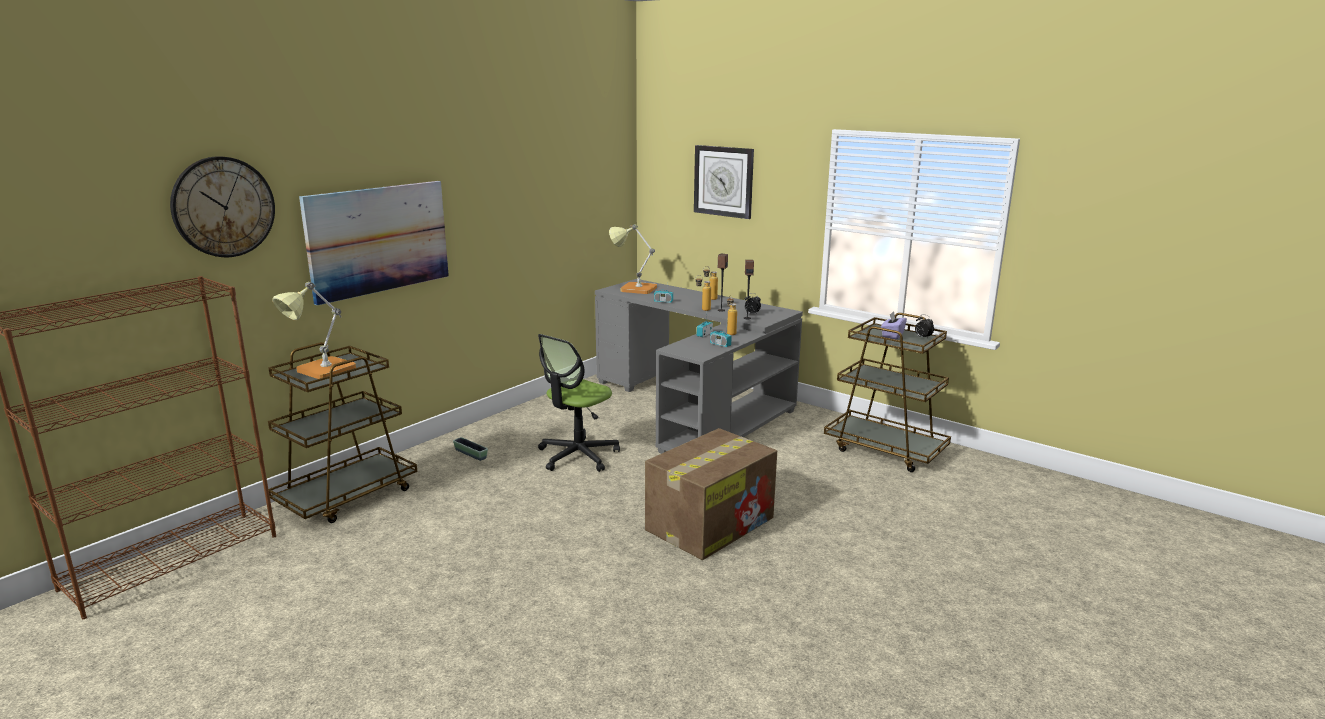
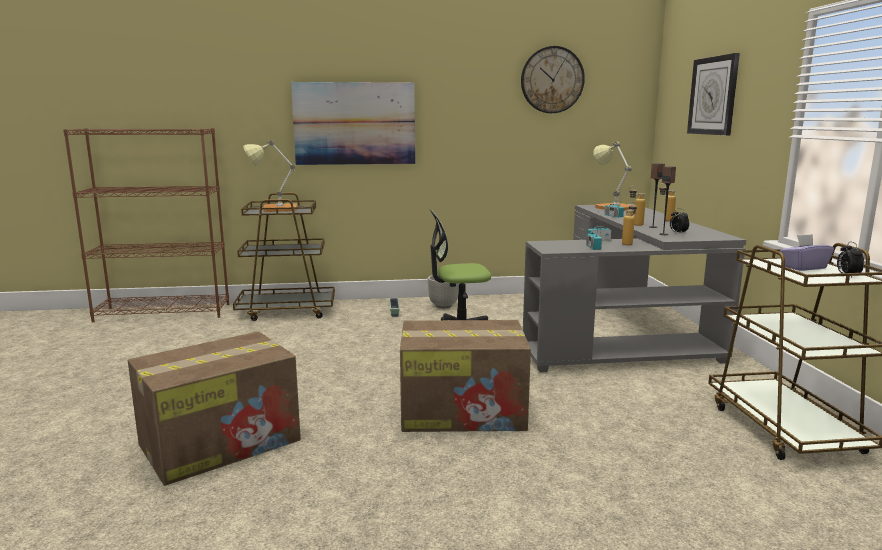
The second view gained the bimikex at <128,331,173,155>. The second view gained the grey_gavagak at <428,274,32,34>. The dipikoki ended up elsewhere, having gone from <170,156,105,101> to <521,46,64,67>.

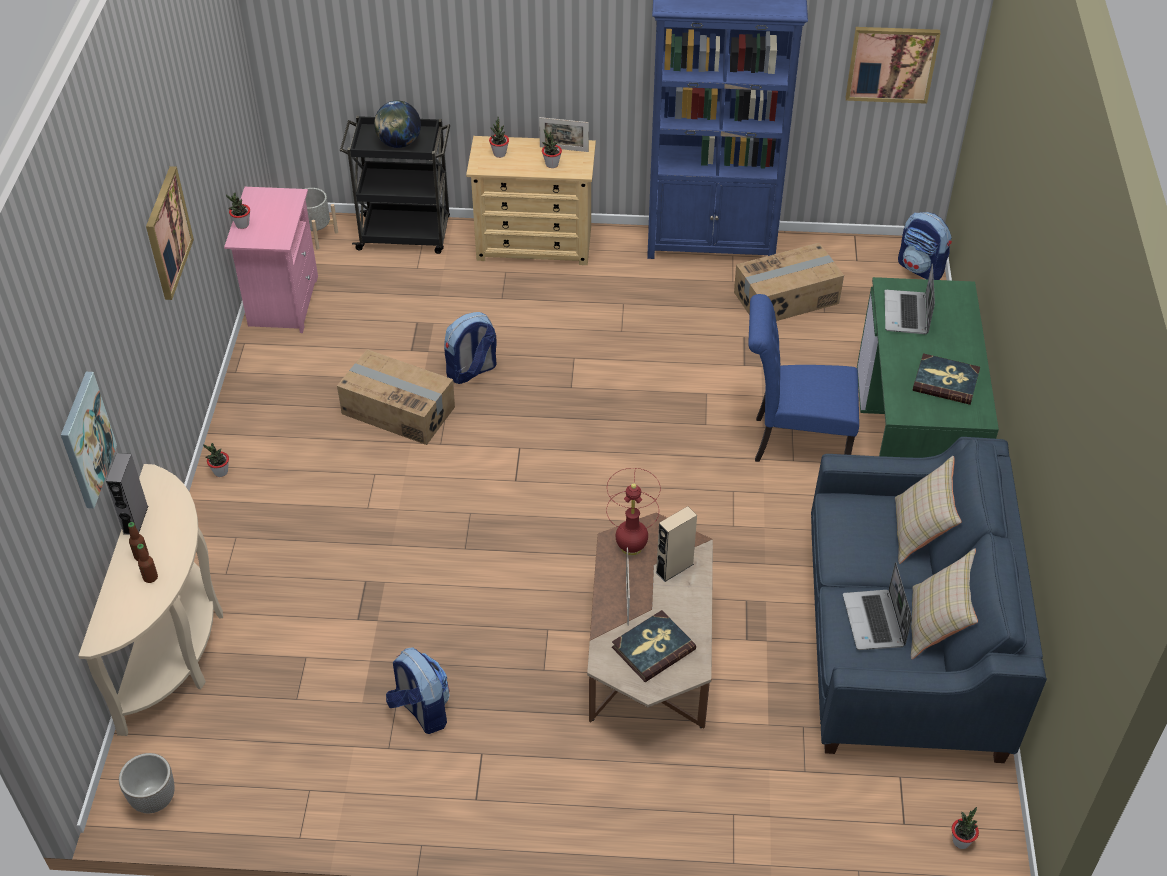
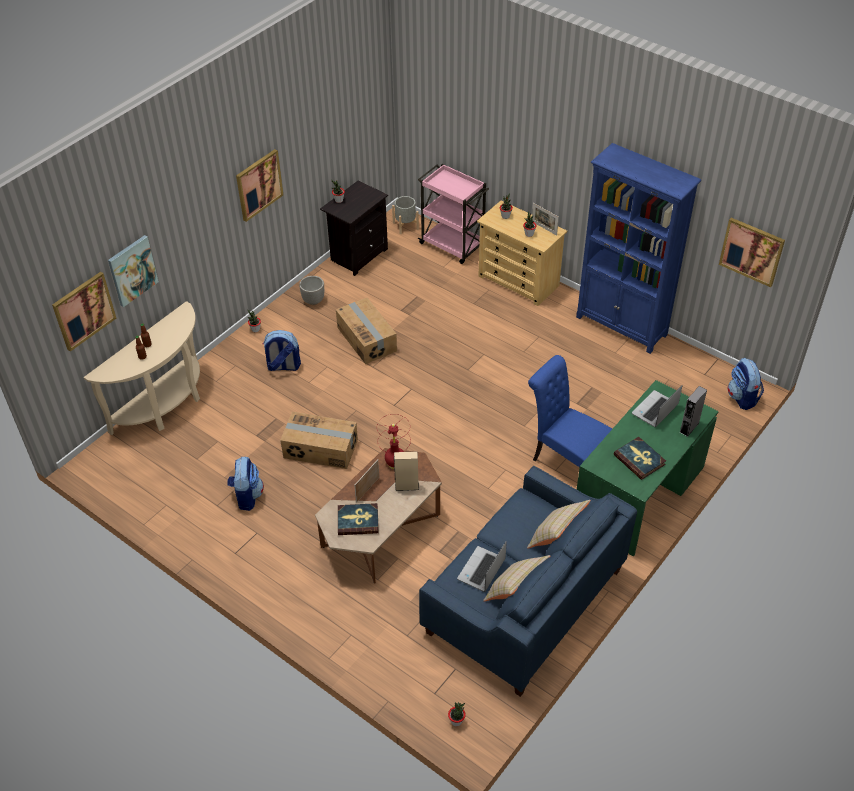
The second view lost the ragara at <374,101,47,47>. The second view gained the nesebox at <52,272,64,80>. The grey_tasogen ended up elsewhere, having gone from <106,453,42,82> to <679,386,28,51>. The gavagak ended up elsewhere, having gone from <119,753,56,60> to <299,276,25,29>. The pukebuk ended up elsewhere, having gone from <444,312,53,72> to <262,330,39,41>. The bimikex ended up elsewhere, having gone from <734,243,110,78> to <280,412,78,57>. What was the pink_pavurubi at <224,187,94,146> turned into the black_pavurubi at <320,181,68,95>. What was the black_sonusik at <340,116,110,138> turned into the pink_sonusik at <418,164,71,100>.

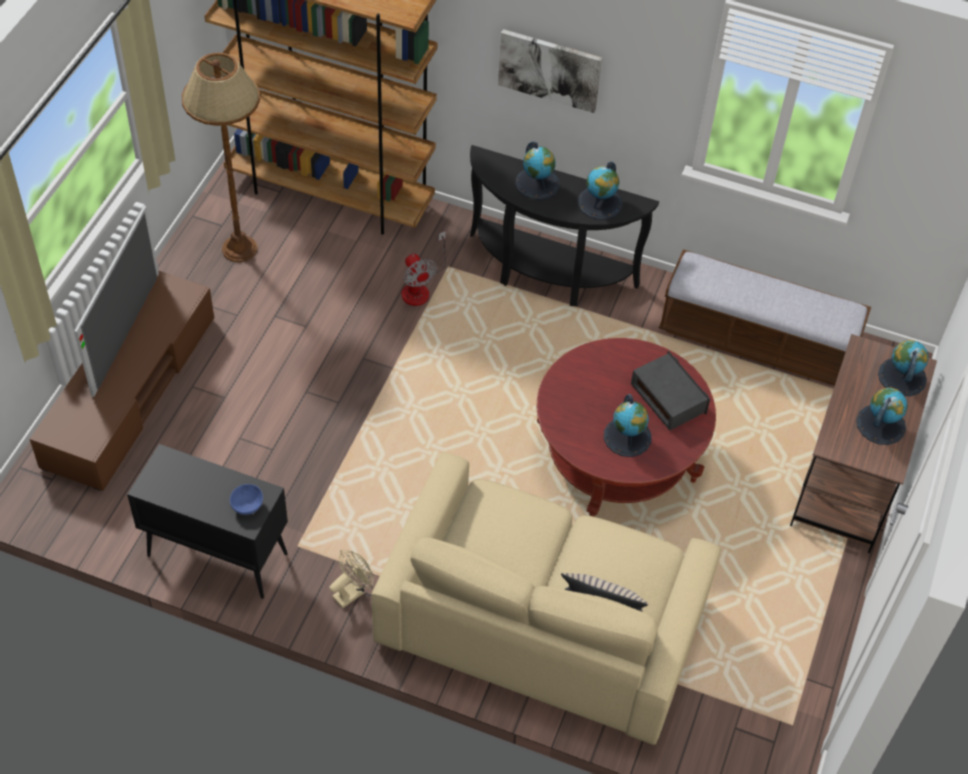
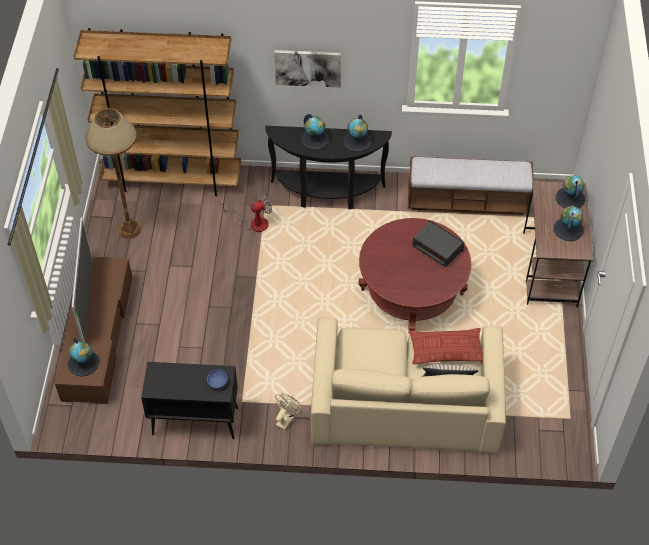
The second view gained the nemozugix at <408,328,75,36>. The ragara ended up elsewhere, having gone from <604,394,47,63> to <68,337,31,40>. The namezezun at <401,231,45,75> ended up facing another way, 75 degrees counterclockwise from before.

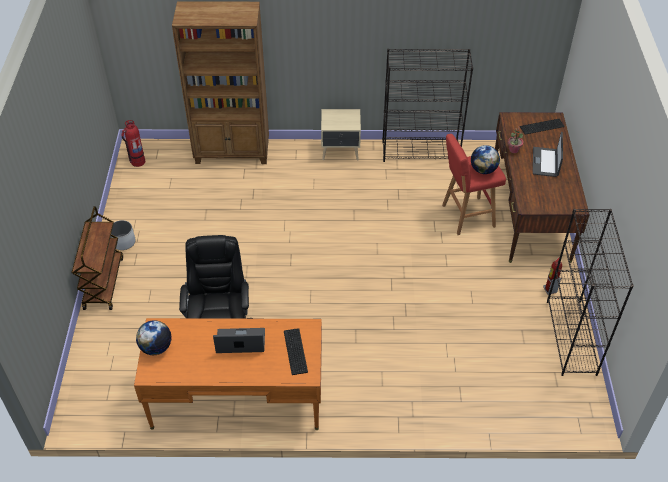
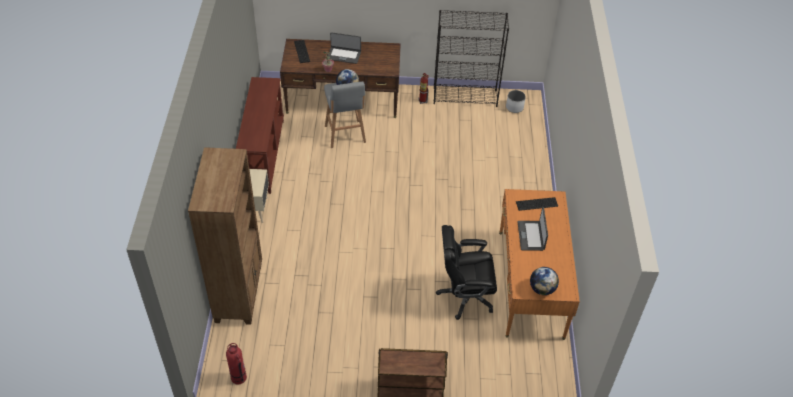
The white_gavagak ended up elsewhere, having gone from <111,220,24,30> to <506,90,20,23>. Where the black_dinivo stood at <382,49,91,113>, the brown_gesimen came to stand at <236,77,48,117>. What was the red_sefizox at <442,134,64,101> turned into the grey_sefizox at <324,82,42,66>.

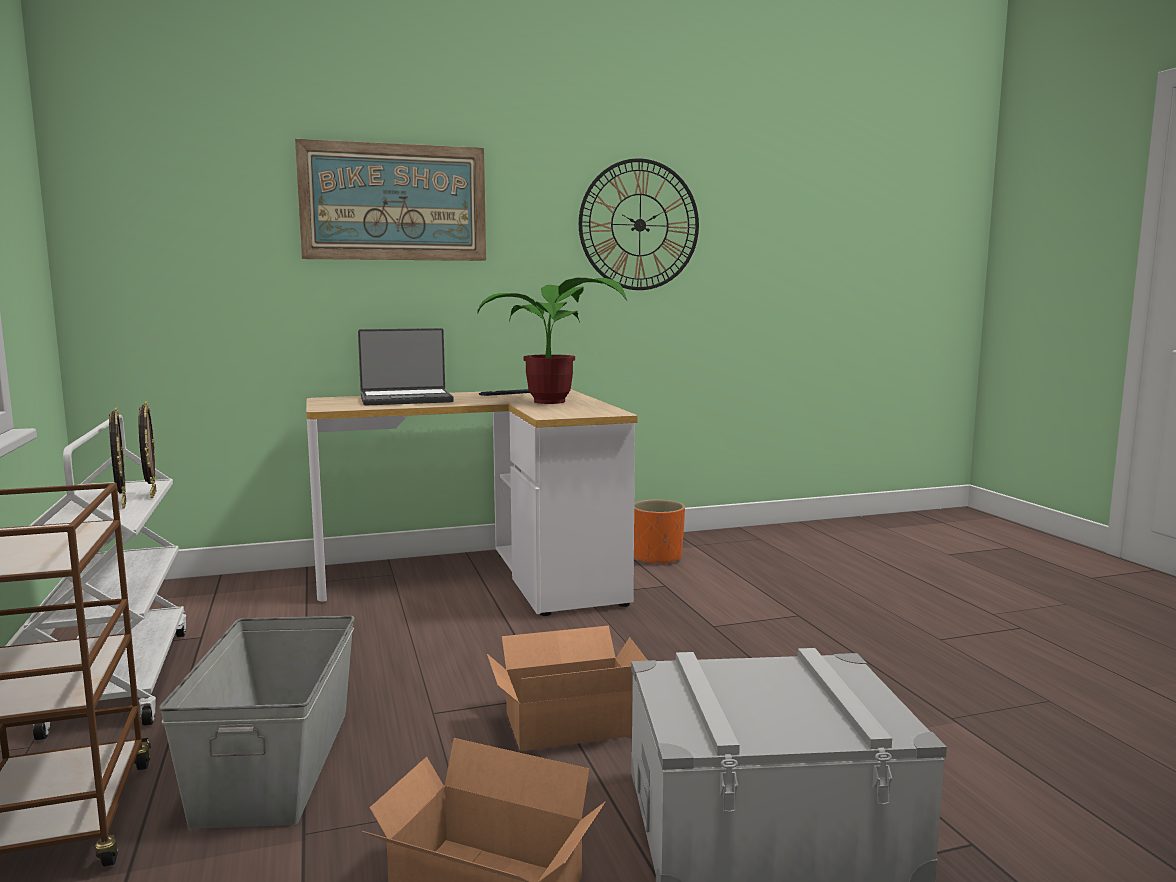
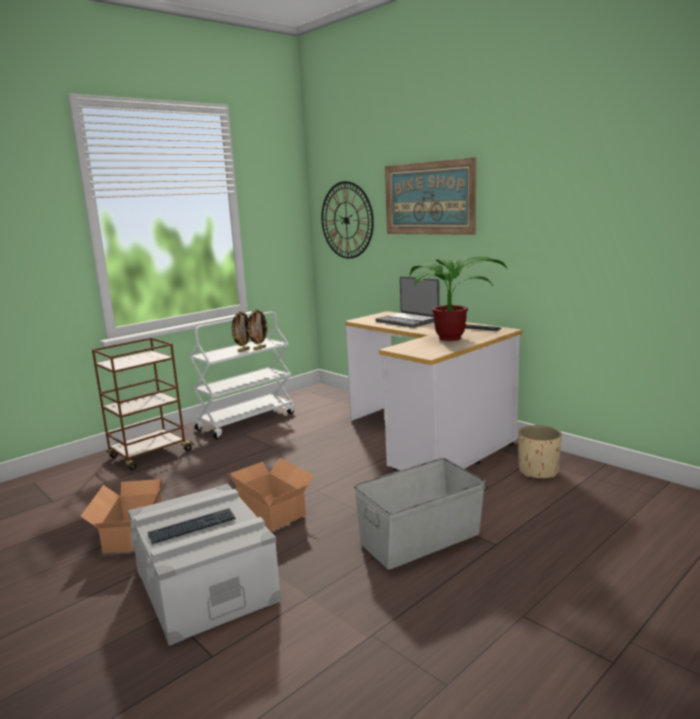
The second view gained the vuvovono at <148,508,88,36>. The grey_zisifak ended up elsewhere, having gone from <159,616,196,213> to <354,458,131,112>. The dipikoki ended up elsewhere, having gone from <579,158,120,132> to <321,181,53,78>. What was the orange_gavagak at <634,499,51,67> turned into the beige_gavagak at <518,425,44,53>.

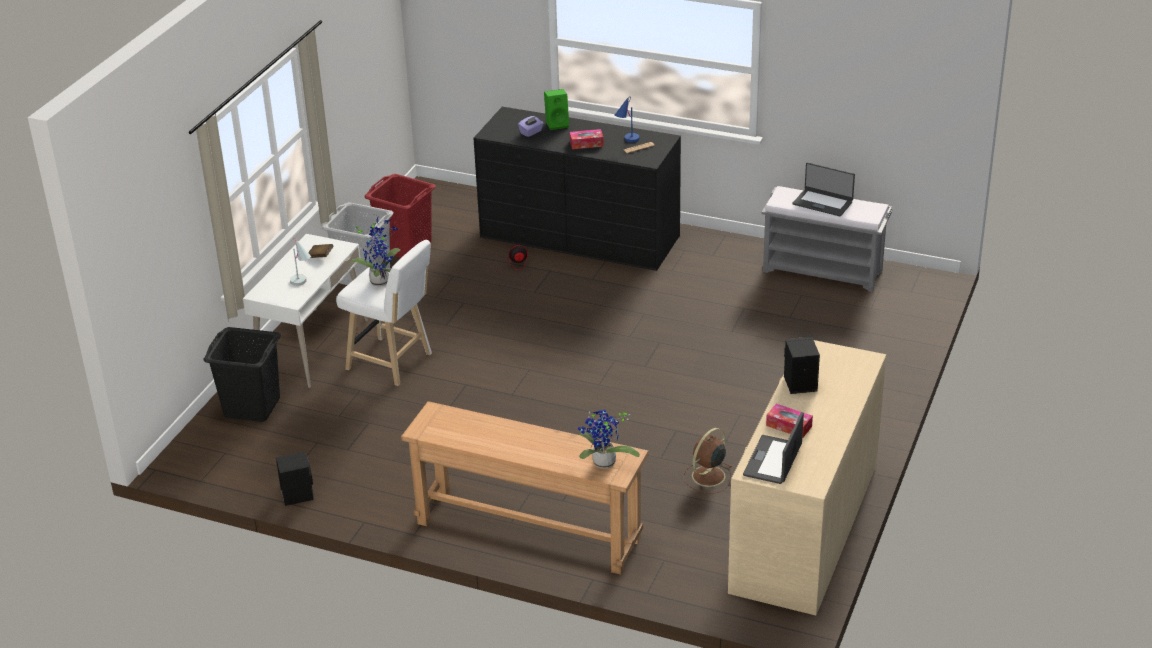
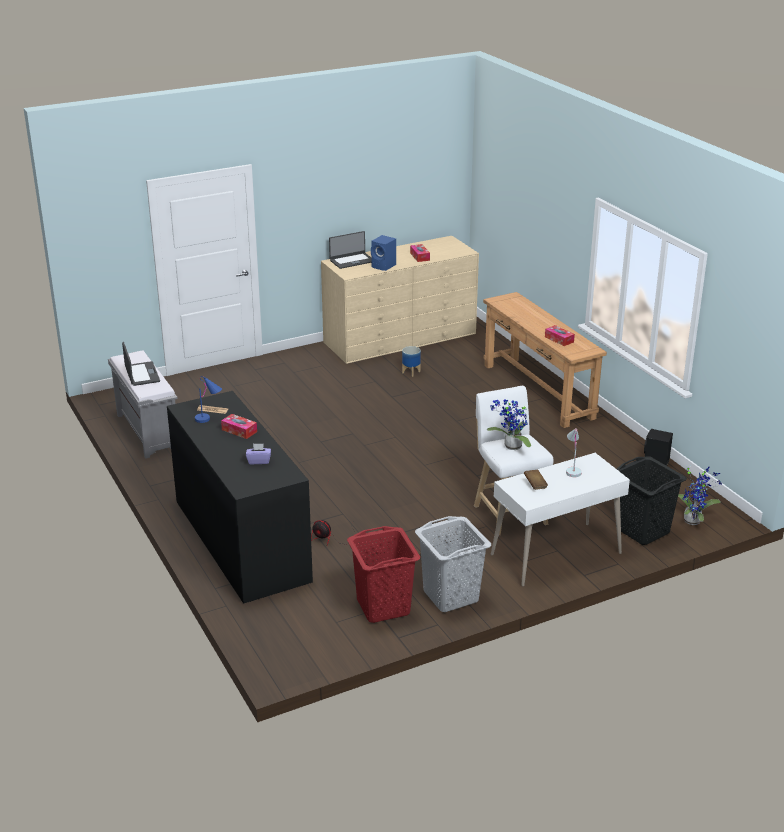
The second view lost the green_tasogen at <544,89,25,41>. The second view gained the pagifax at <545,325,30,21>. The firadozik ended up elsewhere, having gone from <578,409,62,60> to <678,465,44,60>. The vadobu ended up elsewhere, having gone from <743,412,61,72> to <329,231,43,38>. Where the brown_namezezun stood at <683,428,49,66>, the gavagak came to stand at <402,346,19,31>. What was the black_tasogen at <784,337,36,57> turned into the blue_tasogen at <371,235,25,36>.

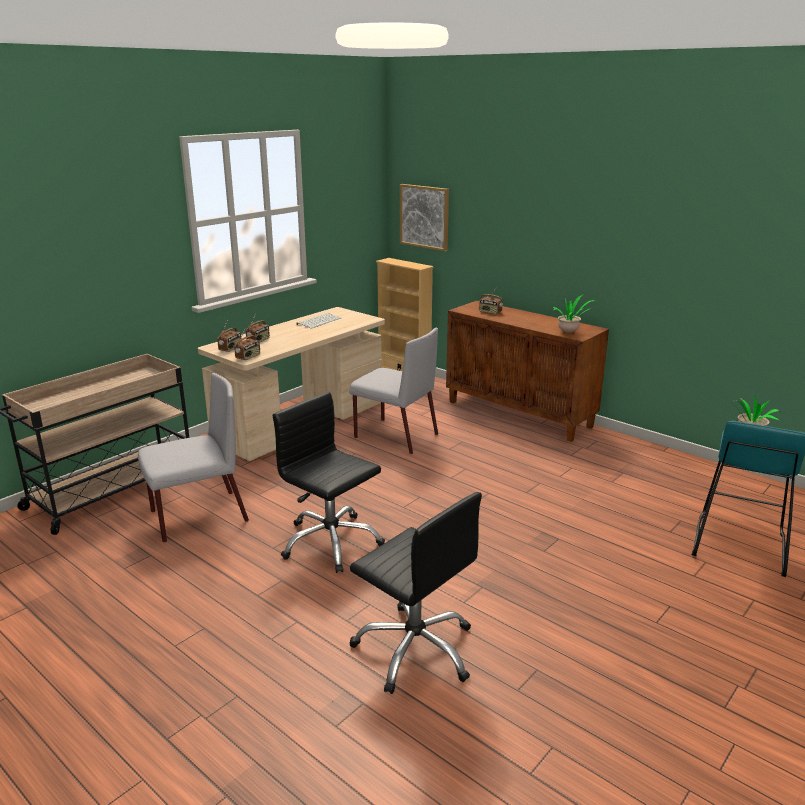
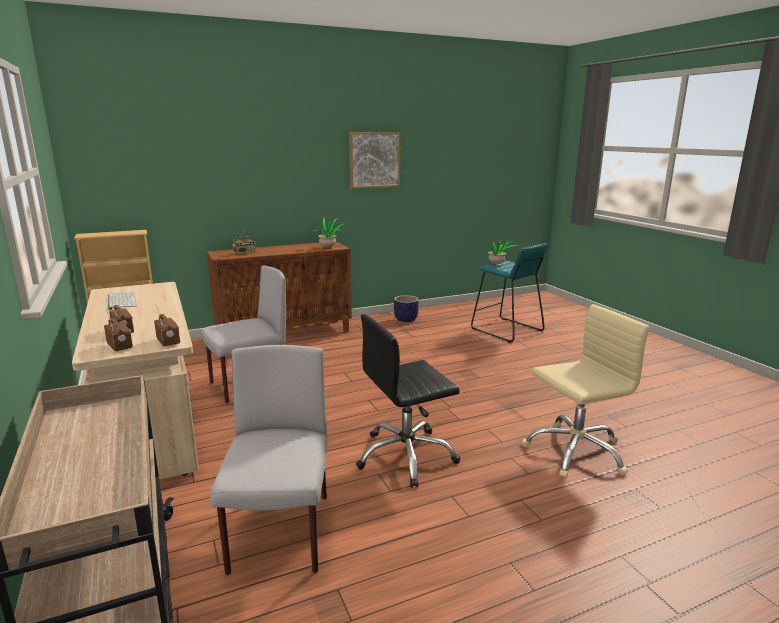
The second view gained the gavagak at <394,295,25,27>. The nesebox ended up elsewhere, having gone from <400,184,49,67> to <349,132,52,57>. What was the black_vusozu at <349,492,133,202> turned into the beige_vusozu at <522,304,128,174>.

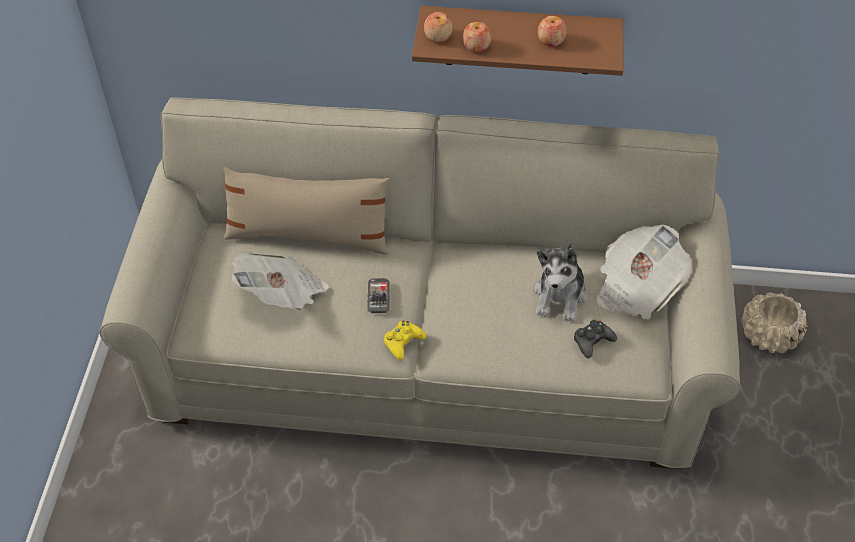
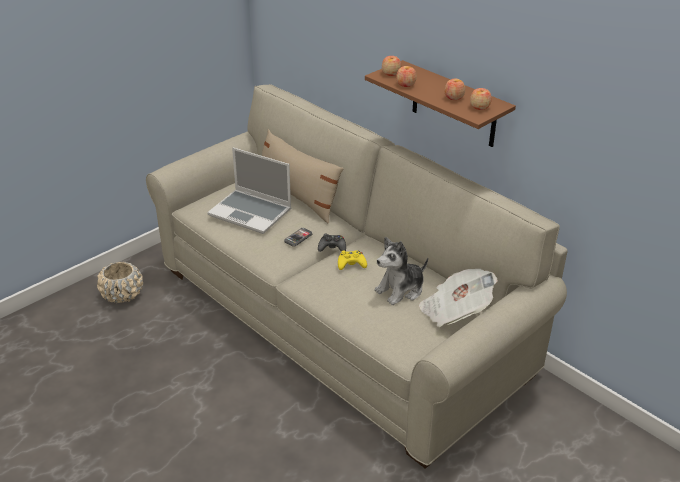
The second view gained the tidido at <470,88,22,22>. The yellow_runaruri ended up elsewhere, having gone from <384,321,42,39> to <338,250,29,20>. The black_runaruri ended up elsewhere, having gone from <574,320,43,38> to <318,233,28,19>. The beige_gavagak ended up elsewhere, having gone from <741,292,67,61> to <97,261,46,42>. Where the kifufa stood at <230,251,99,59>, the vadobu came to stand at <207,147,84,87>.

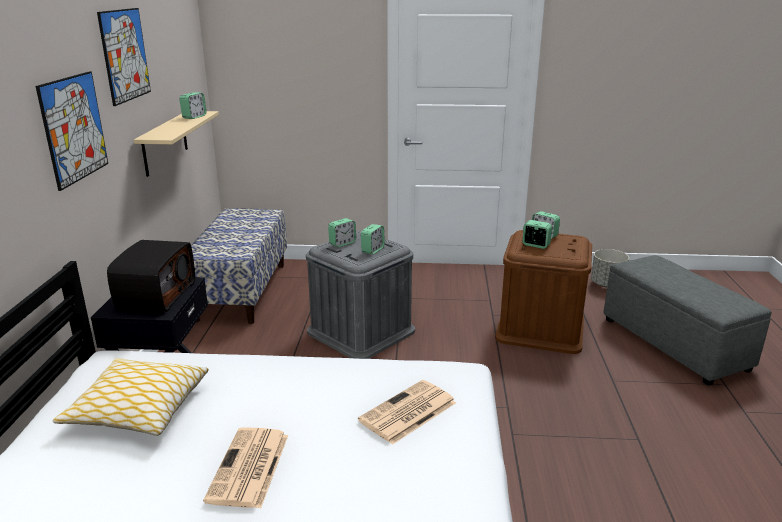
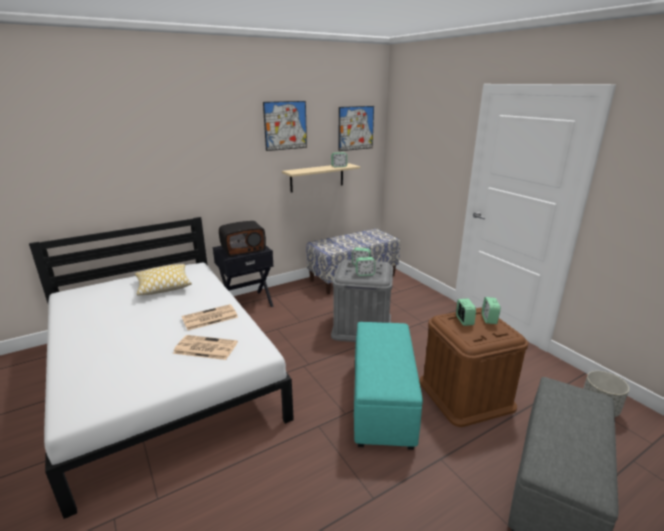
The second view gained the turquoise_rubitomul at <354,322,69,128>. The nesebox ended up elsewhere, having gone from <36,71,72,120> to <338,106,36,45>. The kifufa ended up elsewhere, having gone from <203,427,85,81> to <182,304,56,26>.

